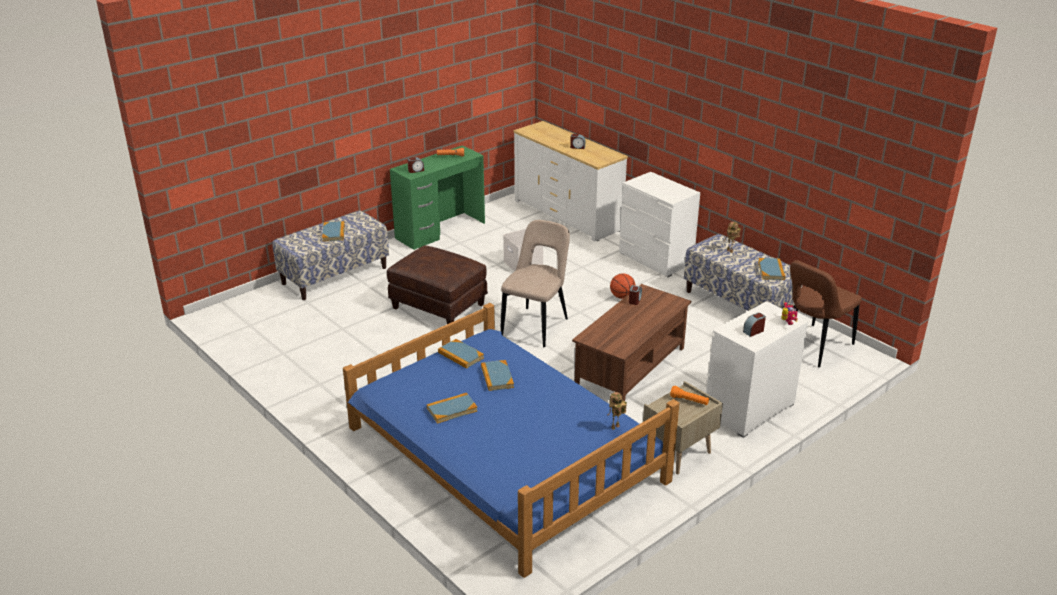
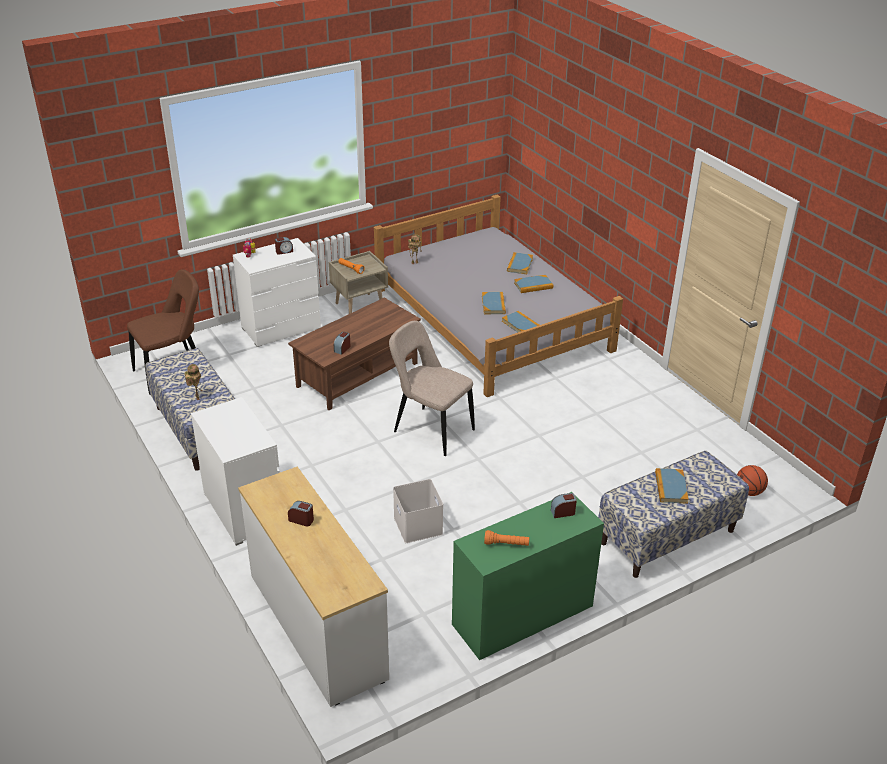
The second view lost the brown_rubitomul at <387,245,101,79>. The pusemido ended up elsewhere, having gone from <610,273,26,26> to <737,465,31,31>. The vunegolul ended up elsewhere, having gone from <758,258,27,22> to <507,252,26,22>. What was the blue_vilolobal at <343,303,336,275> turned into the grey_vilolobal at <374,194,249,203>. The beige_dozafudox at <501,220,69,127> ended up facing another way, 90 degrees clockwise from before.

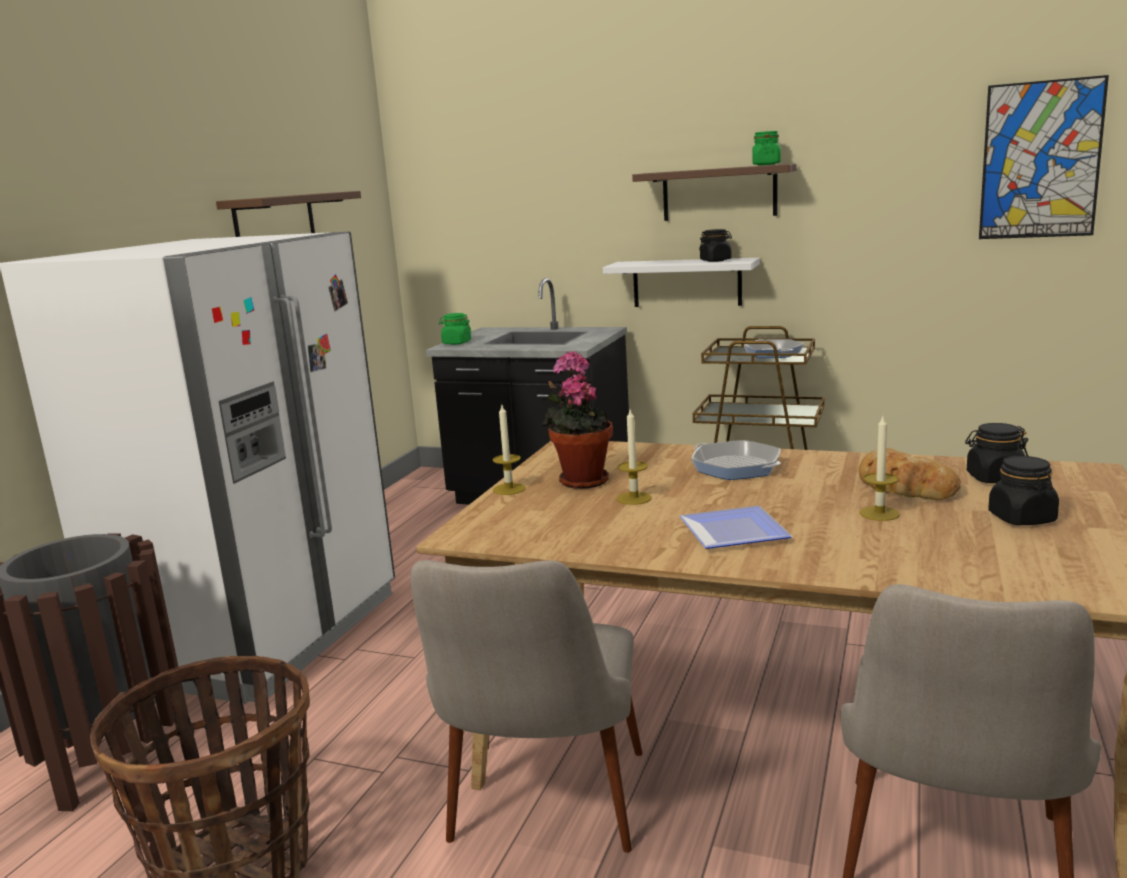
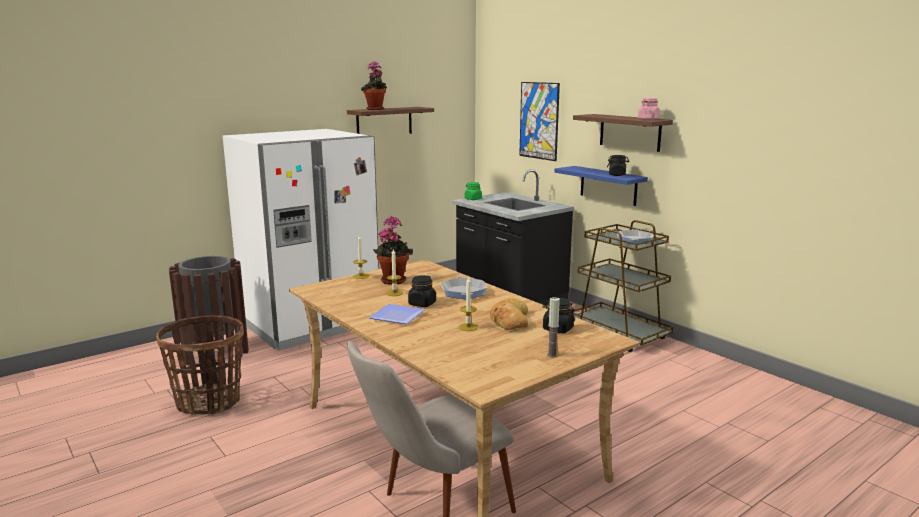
The second view lost the beige_dozafudox at <411,560,232,293>. The second view gained the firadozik at <361,61,26,49>. The second view gained the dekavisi at <547,297,13,60>. The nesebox ended up elsewhere, having gone from <979,75,130,164> to <519,82,41,79>. The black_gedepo ended up elsewhere, having gone from <988,455,71,70> to <408,275,28,32>. What was the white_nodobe at <603,258,157,49> turned into the blue_nodobe at <554,166,94,40>. What was the green_gedepo at <752,131,29,35> turned into the pink_gedepo at <638,98,22,22>.

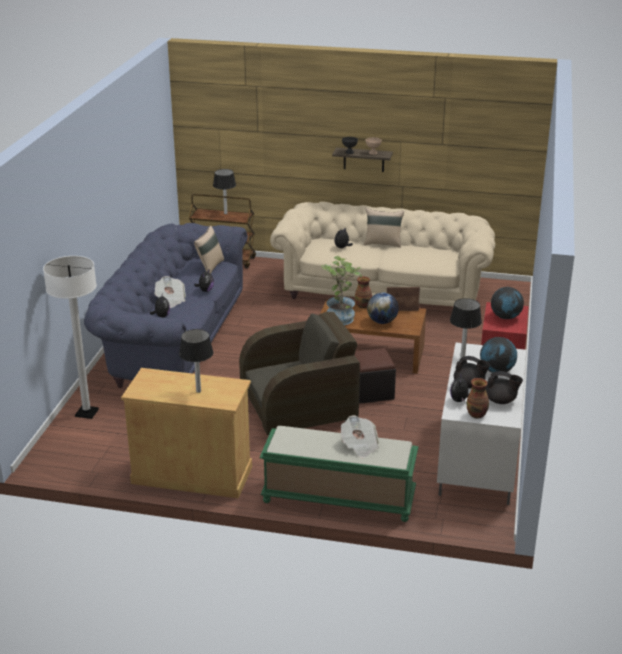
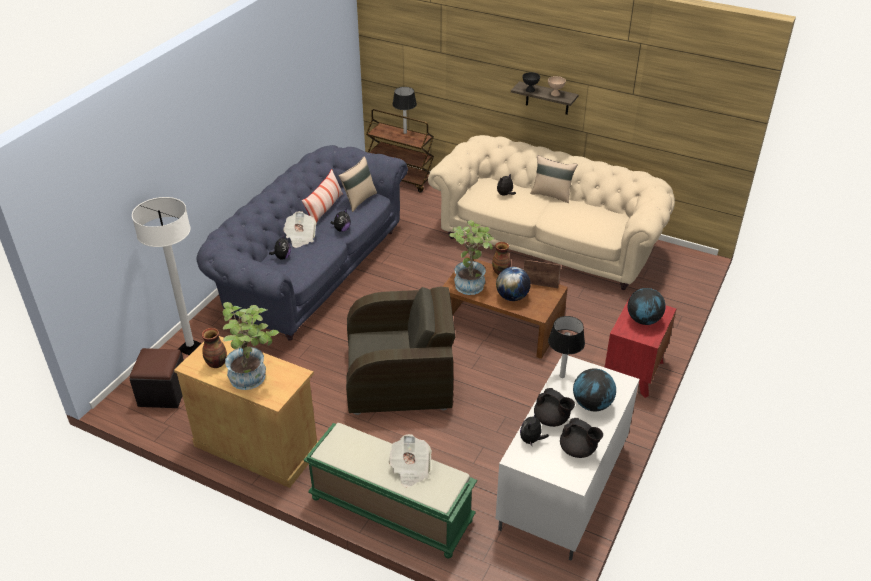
The second view gained the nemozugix at <302,169,41,55>. The black_rubitomul ended up elsewhere, having gone from <354,348,42,56> to <130,348,54,60>. The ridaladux ended up elsewhere, having gone from <467,378,22,41> to <202,328,25,40>. Where the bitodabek stood at <179,329,34,64>, the firadozik came to stand at <222,302,57,88>.

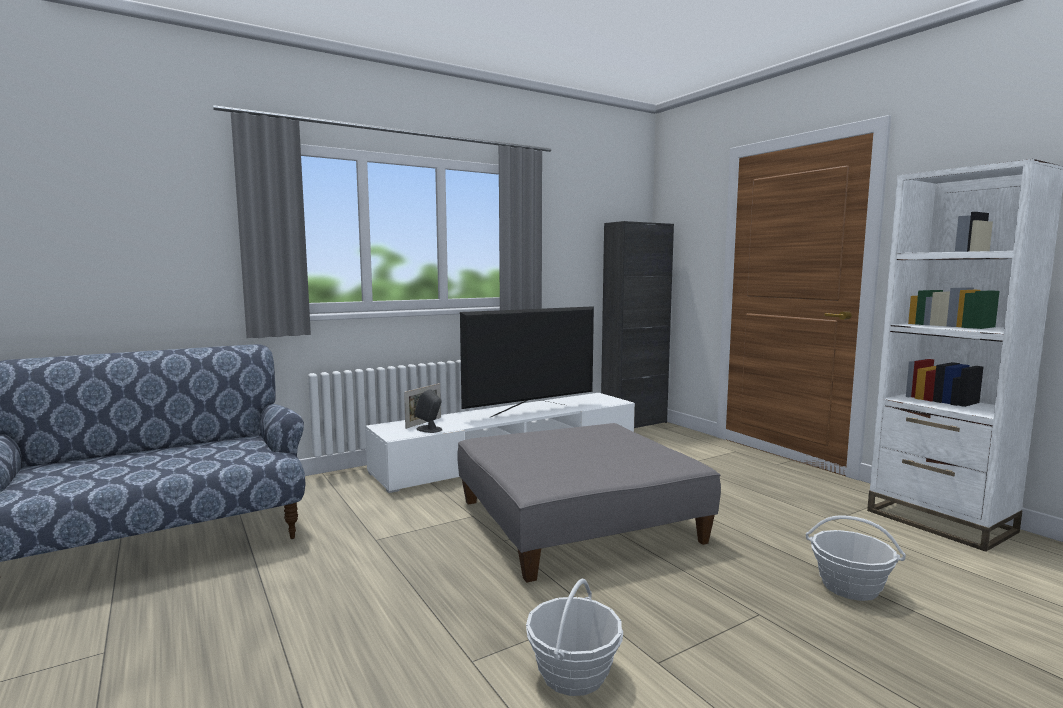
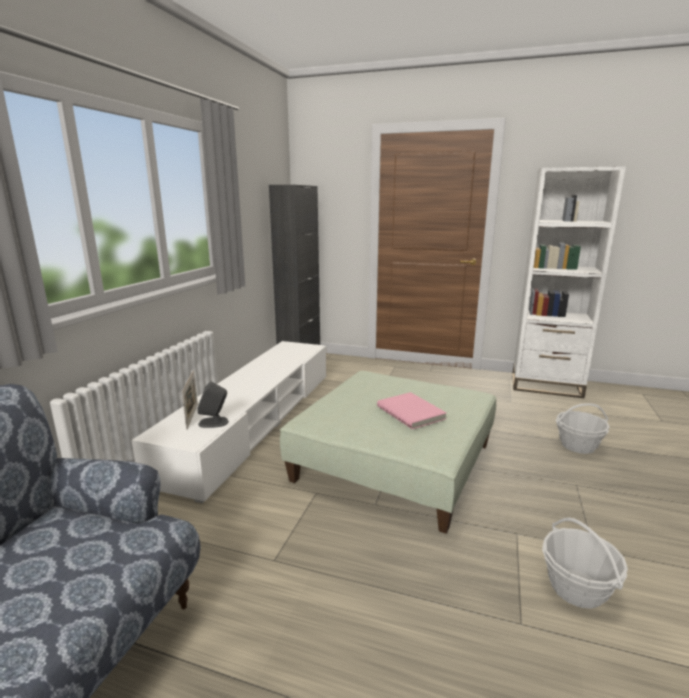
The second view lost the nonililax at <460,306,134,111>. The second view gained the pink_vunegolul at <377,392,69,37>. What was the grey_rubitomul at <457,423,264,160> turned into the green_rubitomul at <280,371,217,163>.

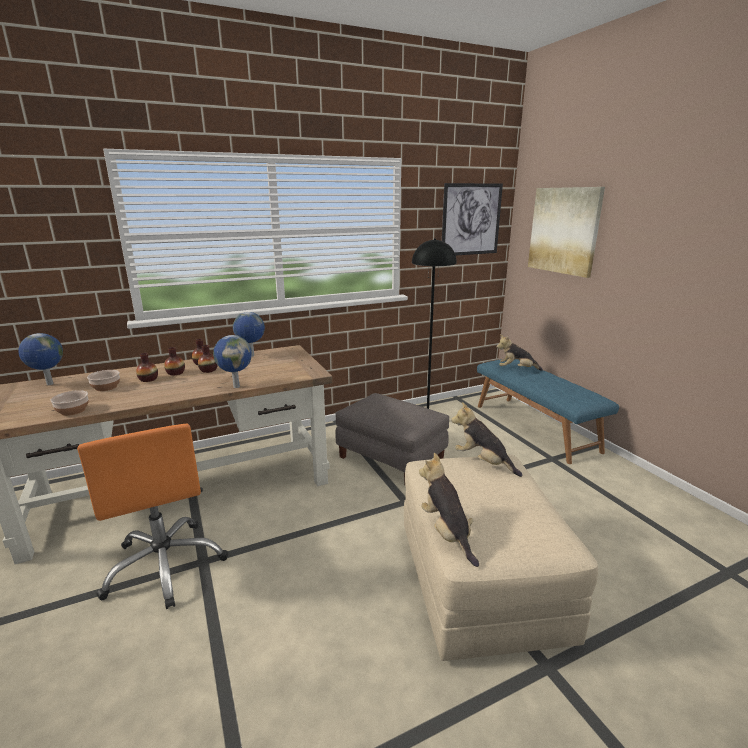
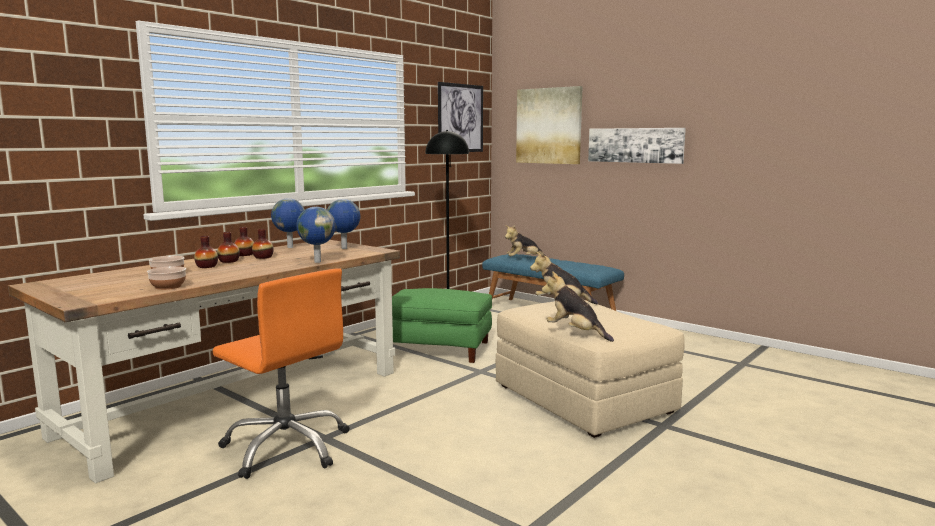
The second view gained the nesebox at <588,128,98,36>. The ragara ended up elsewhere, having gone from <18,333,45,52> to <327,199,33,50>. What was the grey_rubitomul at <335,393,114,91> turned into the green_rubitomul at <392,288,100,75>.

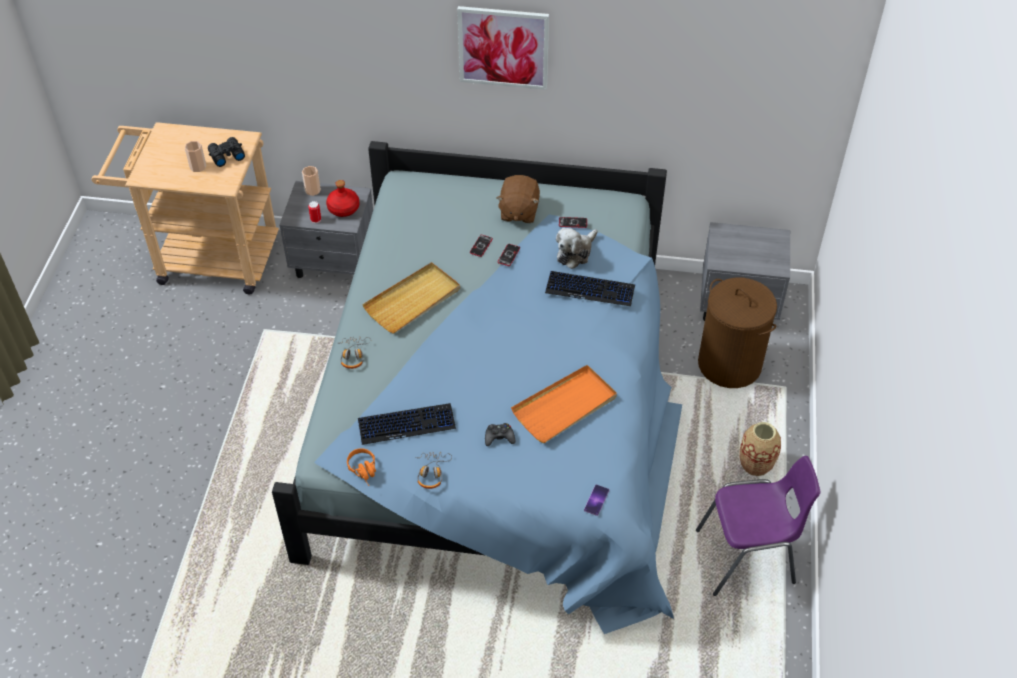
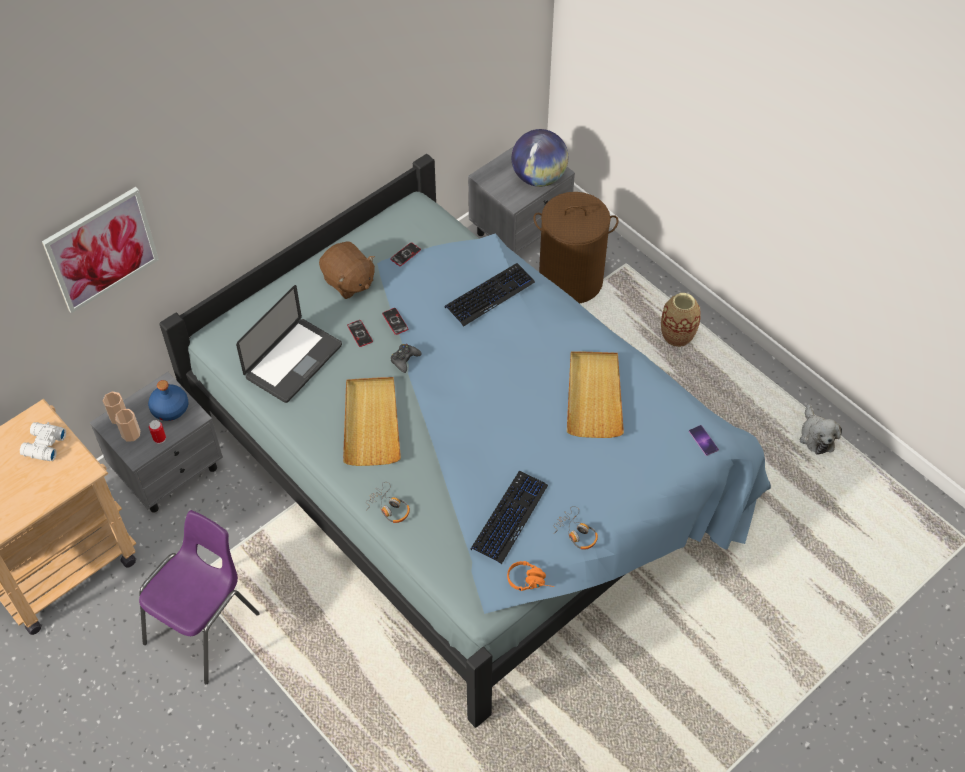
The second view gained the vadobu at <236,285,106,118>. The second view gained the ragara at <512,129,56,58>. The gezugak ended up elsewhere, having gone from <185,141,21,31> to <115,409,25,33>. The nesebox ended up elsewhere, having gone from <457,6,92,84> to <42,187,117,126>. The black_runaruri ended up elsewhere, having gone from <485,423,30,23> to <391,344,31,29>. The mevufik ended up elsewhere, having gone from <556,228,42,41> to <800,404,42,51>. The purple_dozafudox ended up elsewhere, having gone from <696,456,124,140> to <139,510,121,174>. What was the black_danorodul at <208,137,37,30> turned into the white_danorodul at <20,422,46,39>. What was the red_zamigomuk at <326,180,33,37> turned into the blue_zamigomuk at <148,380,40,41>. What was the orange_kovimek at <511,365,106,78> turned into the beige_kovimek at <567,351,57,87>.

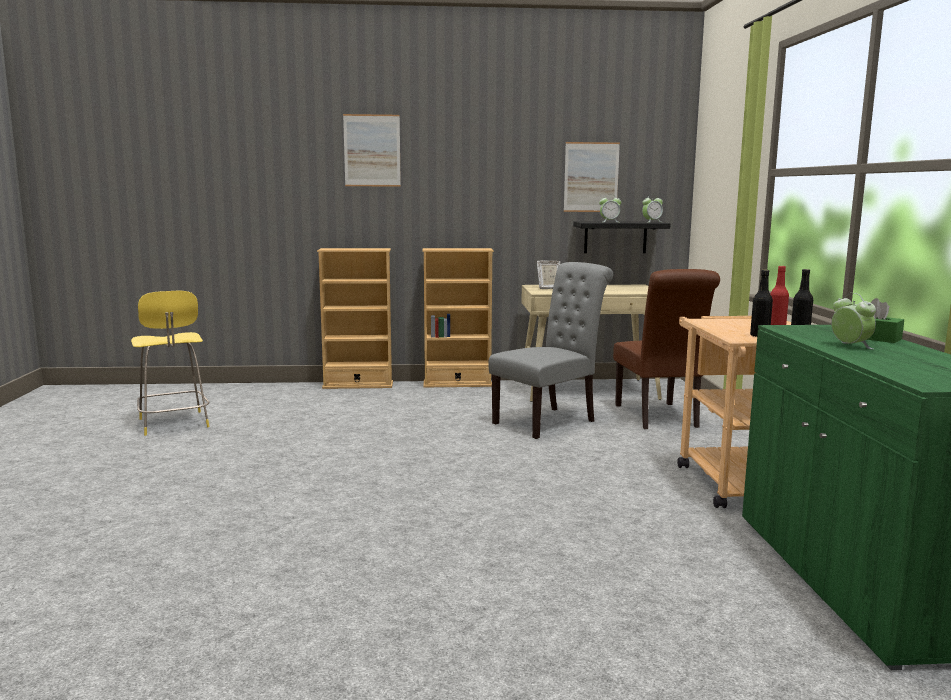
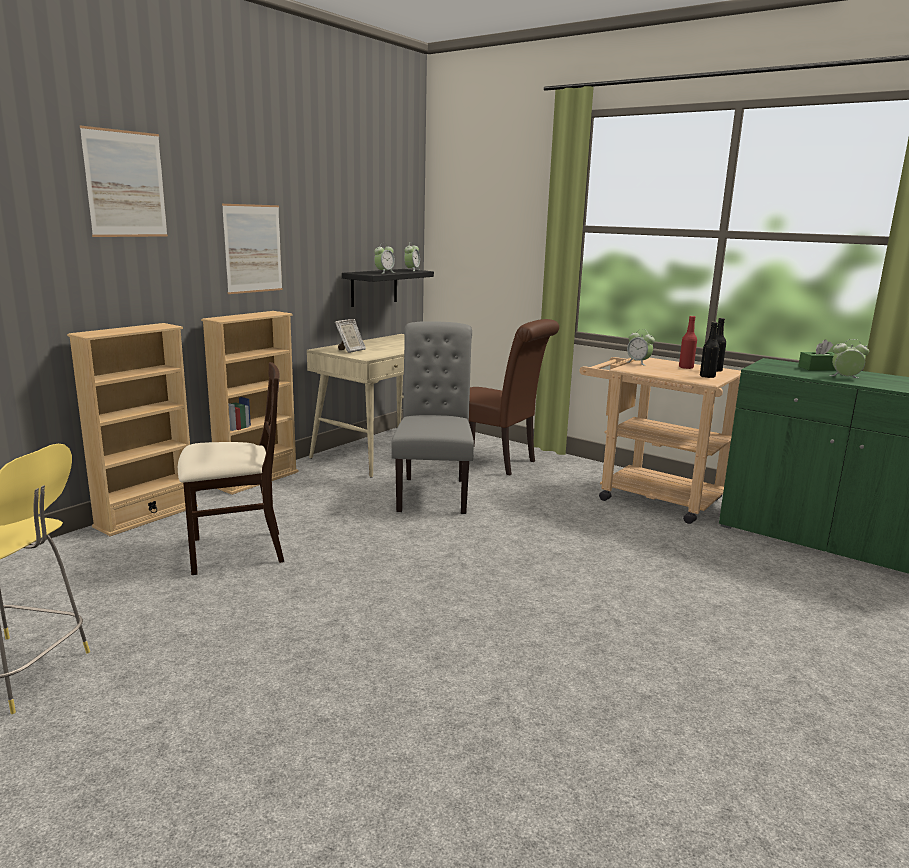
The second view gained the beige_dozafudox at <178,362,106,213>. The second view gained the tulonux at <627,329,28,37>. The nesebox ended up elsewhere, having gone from <564,142,56,70> to <222,204,61,90>.

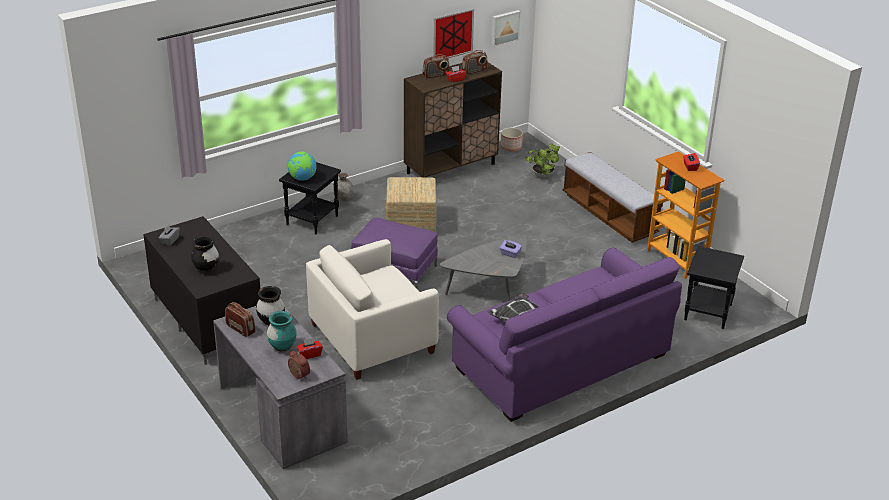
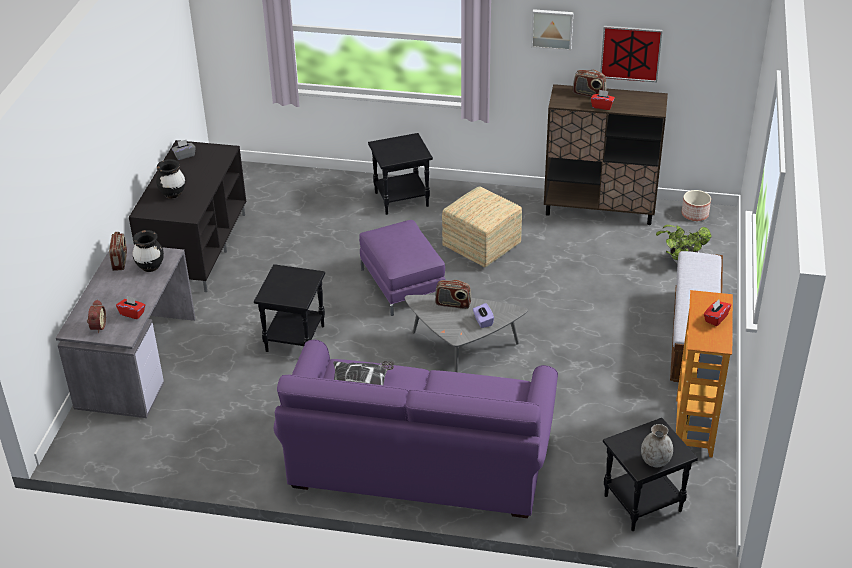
The second view lost the turquoise_ridaladux at <267,311,30,41>. The second view lost the ragara at <288,151,29,30>. The grey_ridaladux ended up elsewhere, having gone from <333,172,20,29> to <641,424,32,43>. The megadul ended up elsewhere, having gone from <461,50,27,25> to <435,280,37,29>. The nesebox ended up elsewhere, having gone from <491,10,30,37> to <531,9,43,42>. Where the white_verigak stood at <306,239,133,141>, the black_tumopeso came to stand at <254,264,71,88>.

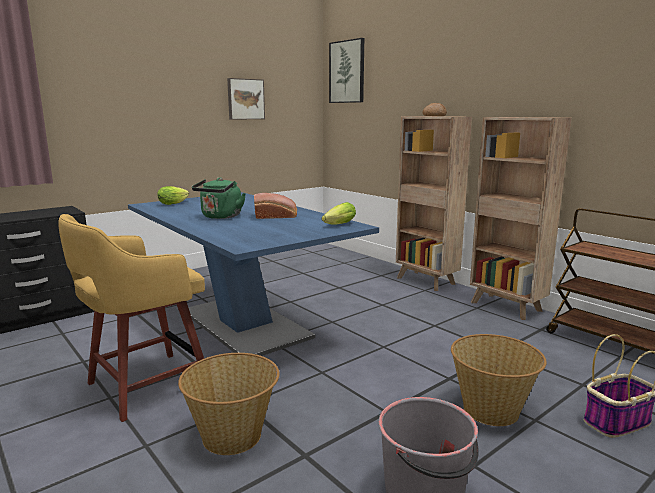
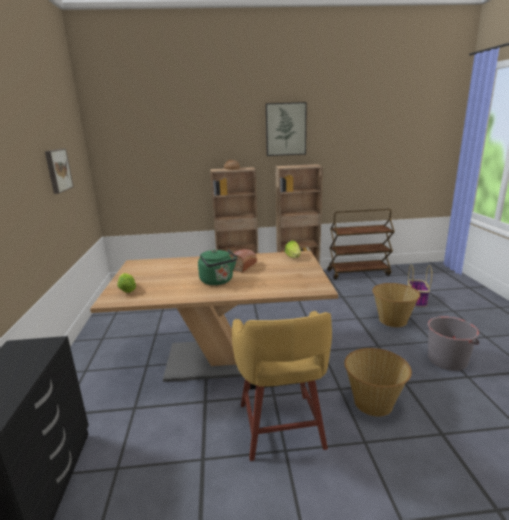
The nesebox ended up elsewhere, having gone from <329,38,35,65> to <266,102,41,54>. What was the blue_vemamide at <128,192,251,164> turned into the brown_vemamide at <90,251,248,131>.

